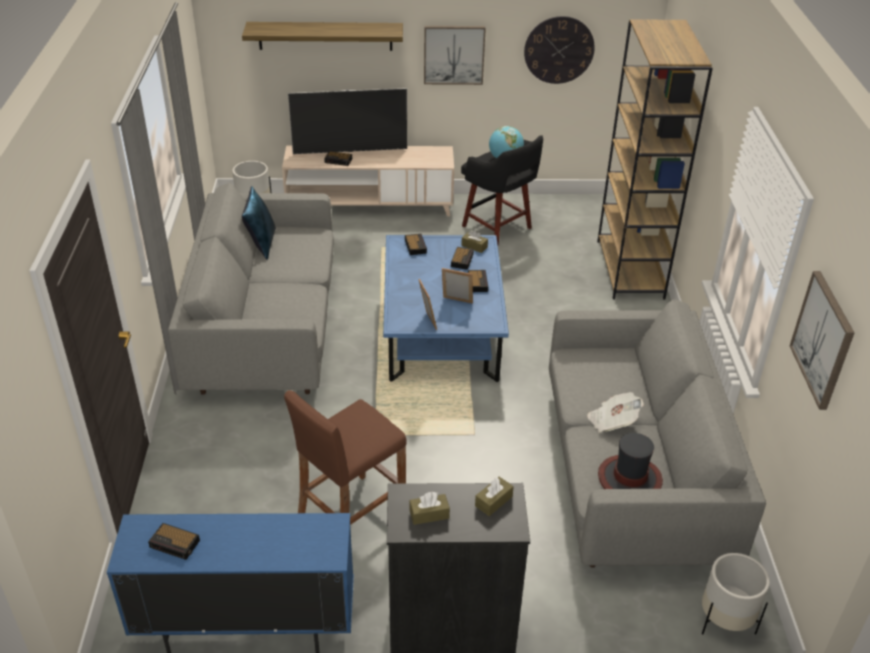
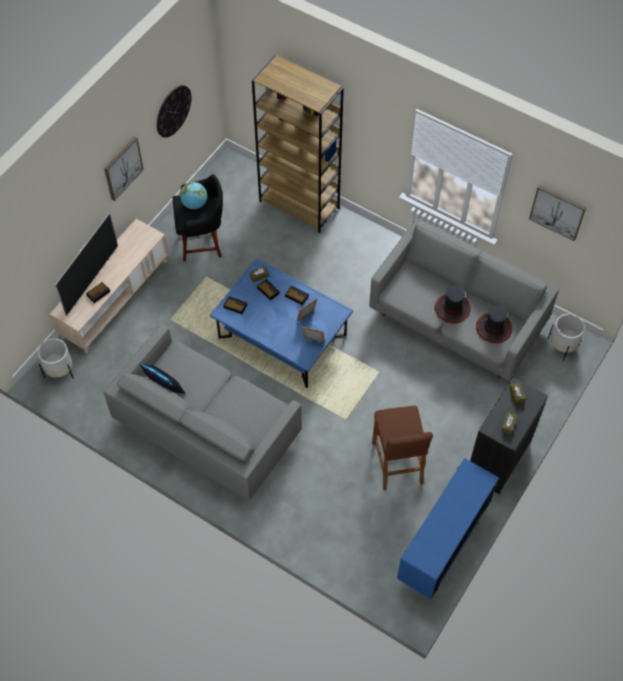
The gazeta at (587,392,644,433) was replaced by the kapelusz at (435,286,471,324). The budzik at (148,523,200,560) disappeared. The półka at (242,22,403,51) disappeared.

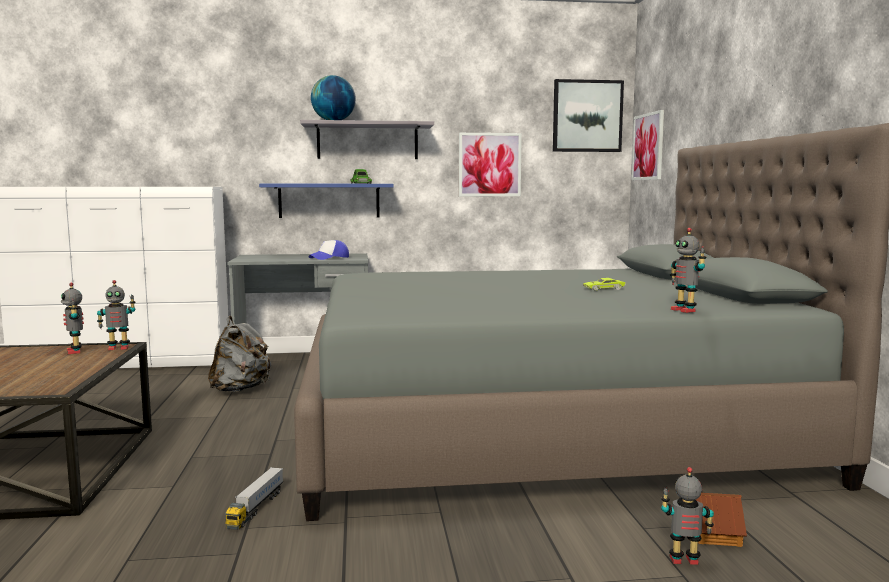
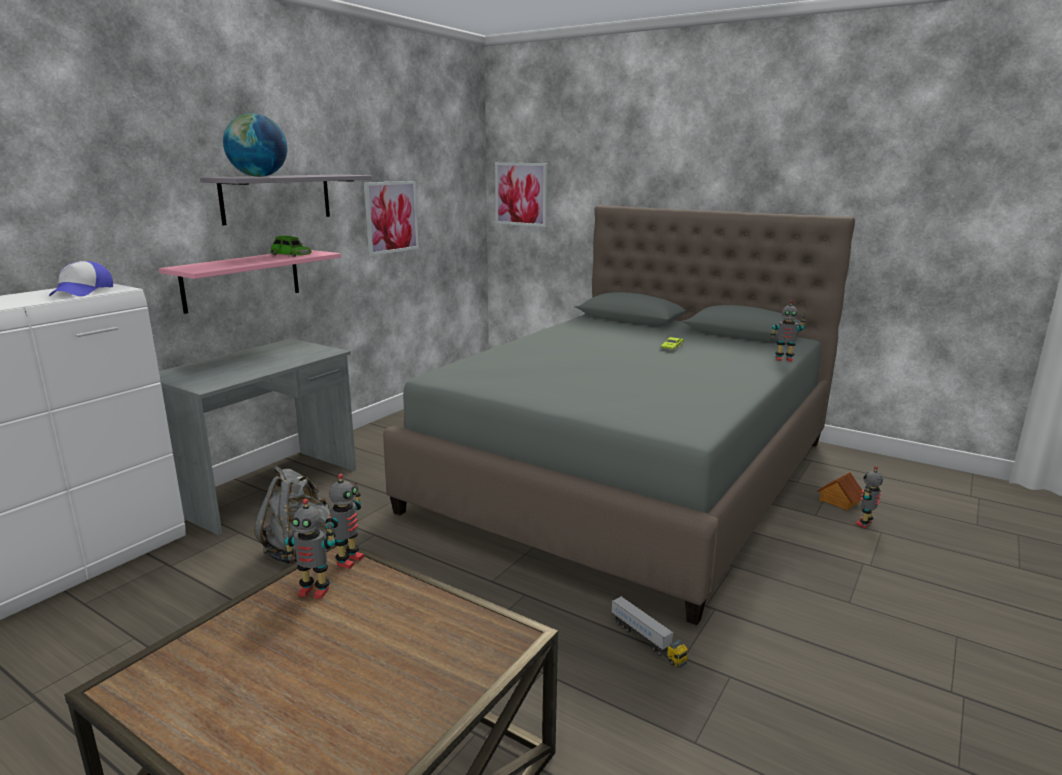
The czapka z daszkiem moved from (308,240,349,260) to (49,261,113,296). The półka/niebieski at (259,184,394,218) became the półka/różowy at (159,250,341,314). The obraz at (553,79,624,152) disappeared.

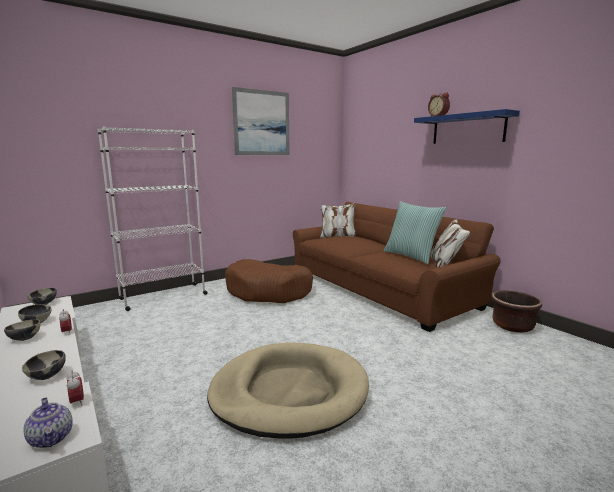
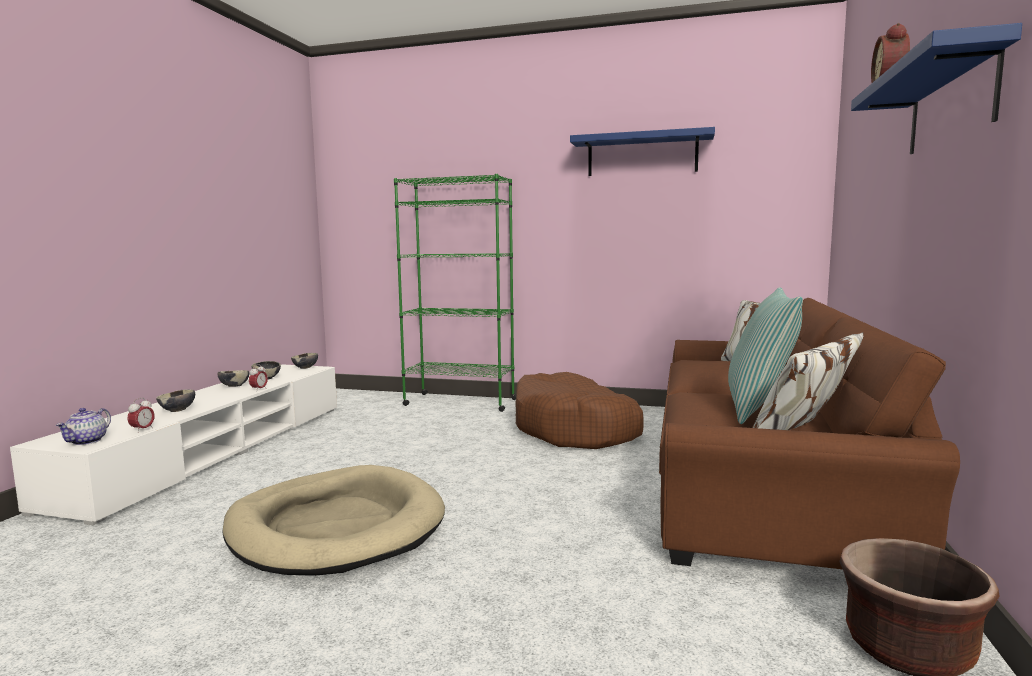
The regał/biały at (98,126,208,311) became the regał/zielony at (394,174,516,412). The obraz at (232,87,289,155) was replaced by the półka/niebieski at (570,127,715,176).

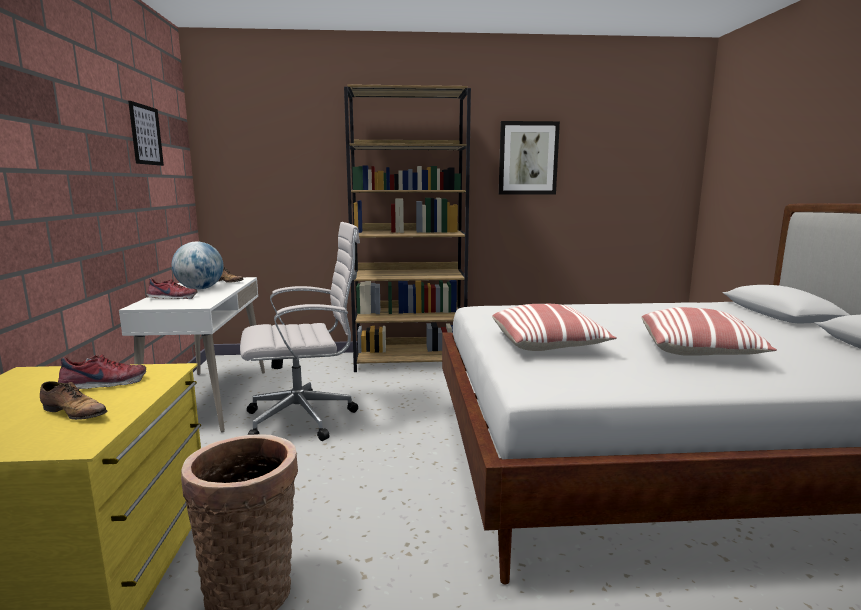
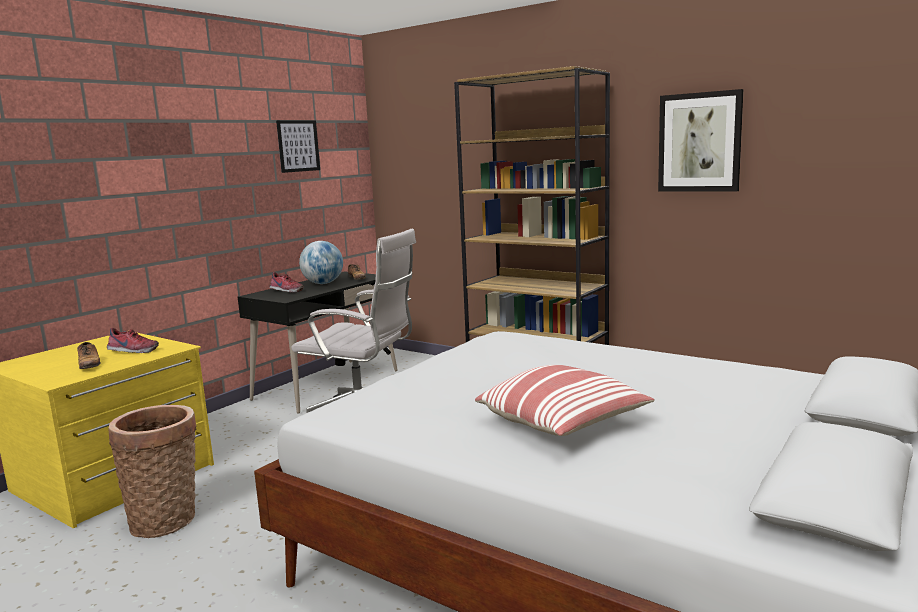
The biurko/biały at (119,277,265,432) became the biurko/czarny at (238,271,398,414). The poduszka at (492,304,617,351) disappeared.

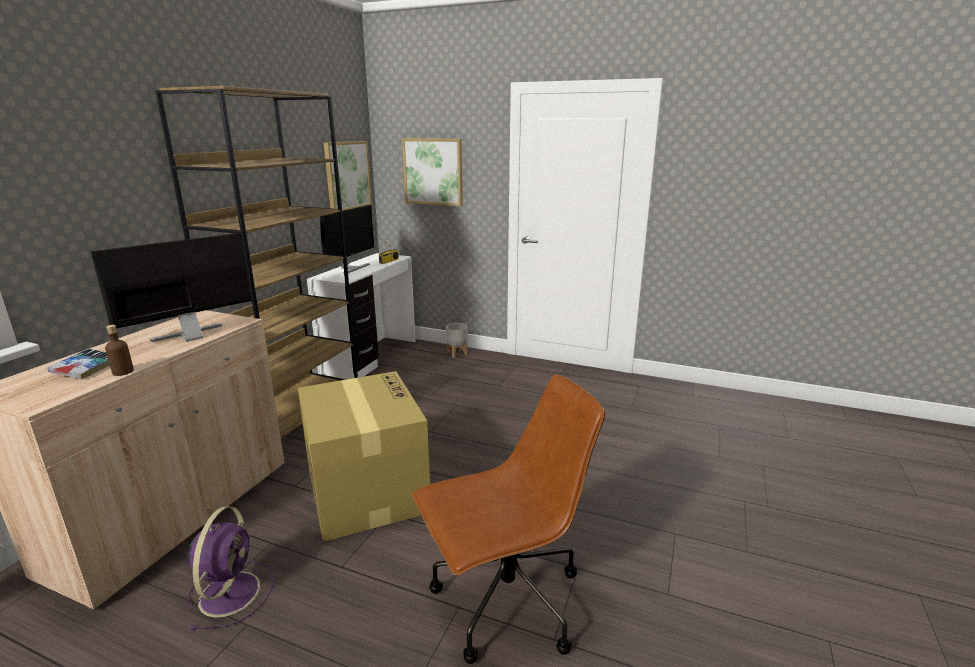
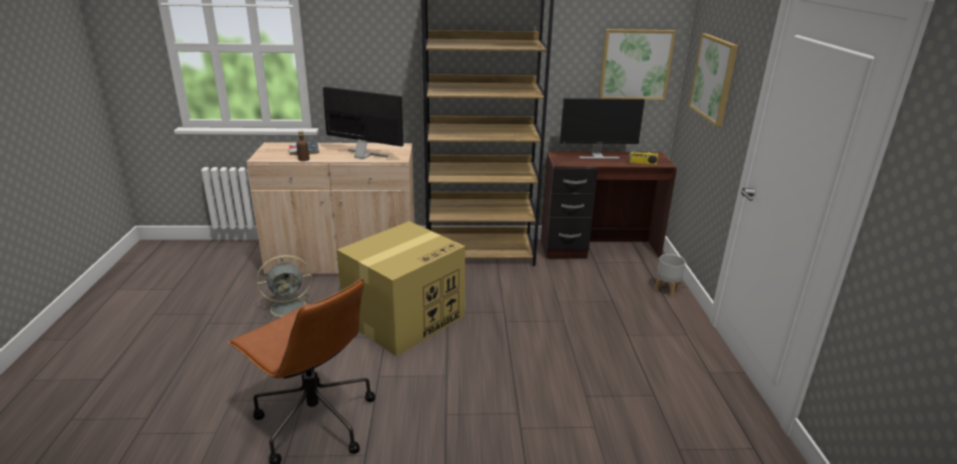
The wentylator/fioletowy at (187,506,274,630) became the wentylator/szary at (257,255,315,321). The biurko/biały at (307,253,416,380) became the biurko/brązowy at (541,151,677,259).

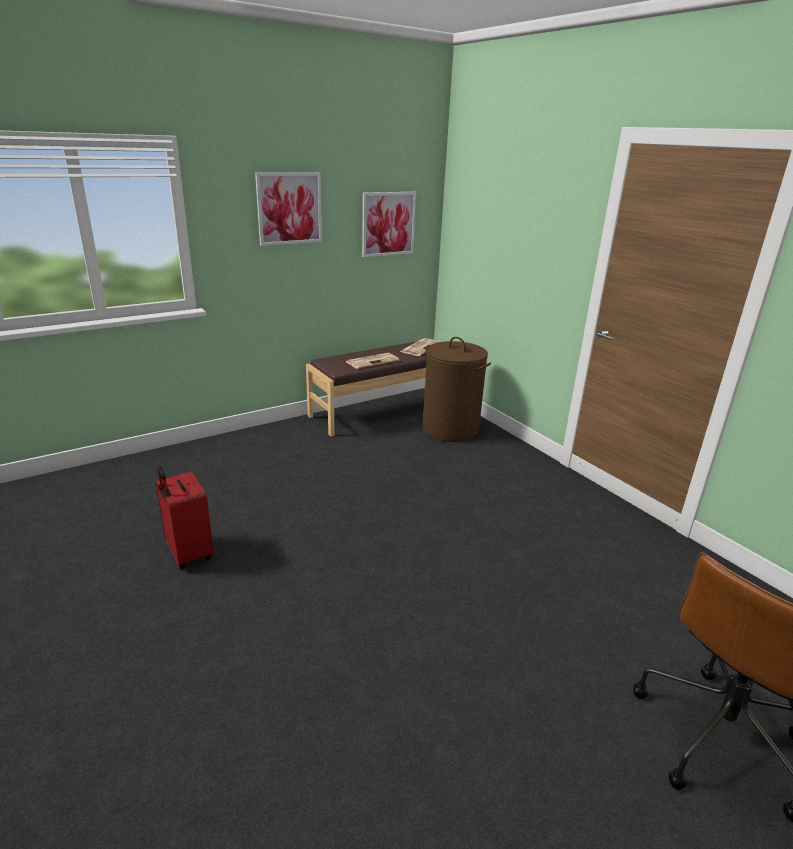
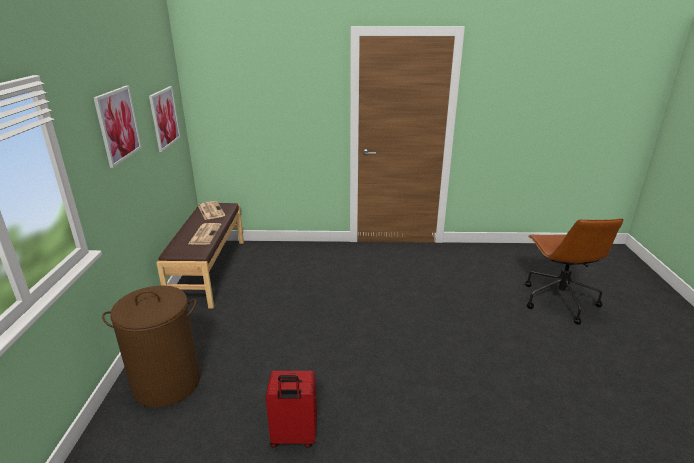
The kosz na pranie/brązowy moved from (423,337,491,442) to (102,285,200,408).

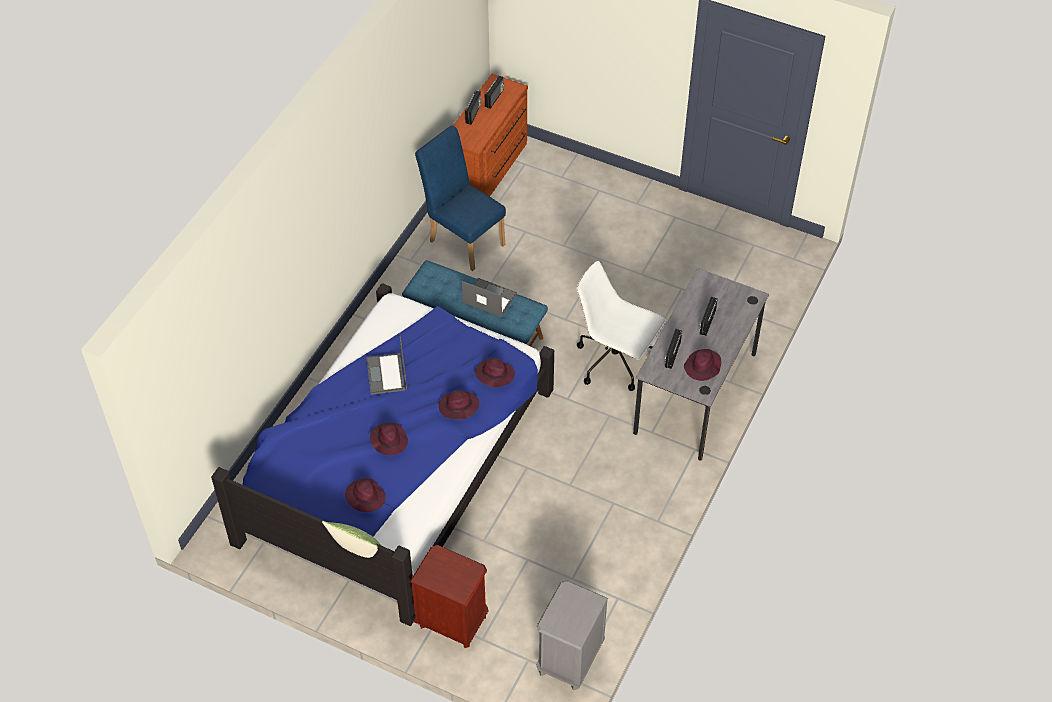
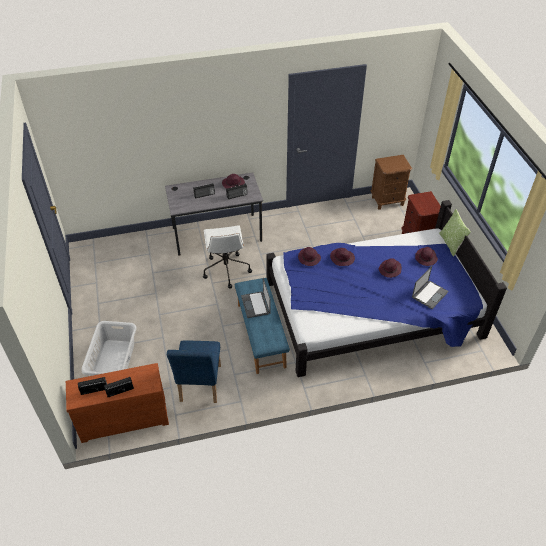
The kosz na pranie/szary at (82,321,137,376) appeared. The szafka nocna/szary at (536,580,608,691) became the szafka nocna/brązowy at (371,155,412,210). The laptop moved from (366,333,407,395) to (412,266,448,309).

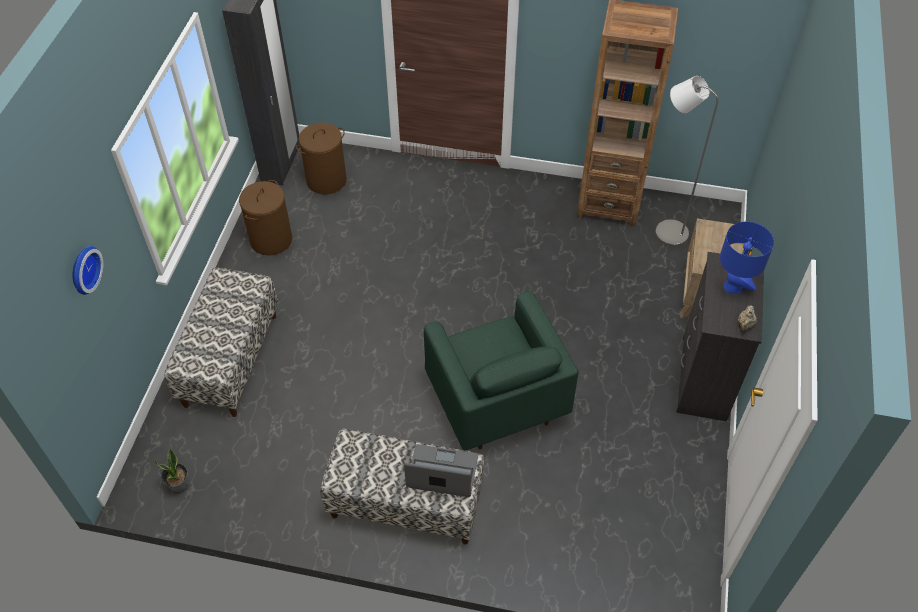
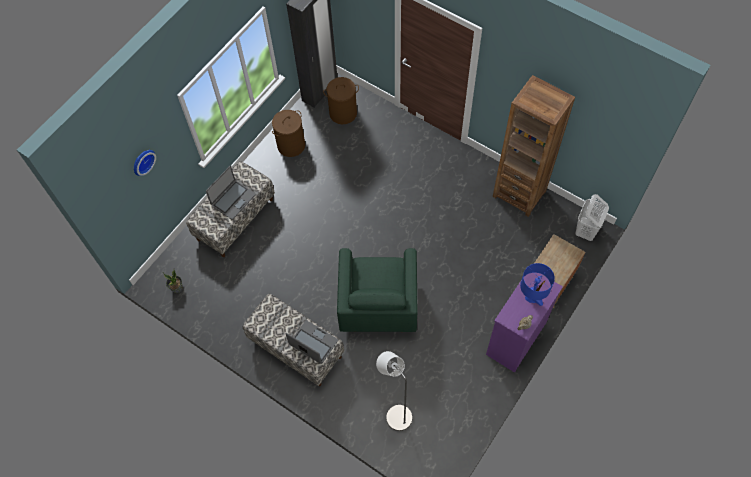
The laptop at (206,166,256,220) appeared. The lampa stojąca/szary moved from (655,76,719,246) to (376,351,412,431). The komoda/czarny at (676,252,764,421) became the komoda/fioletowy at (486,273,563,373). The kosz na pranie/biały at (575,194,609,242) appeared.

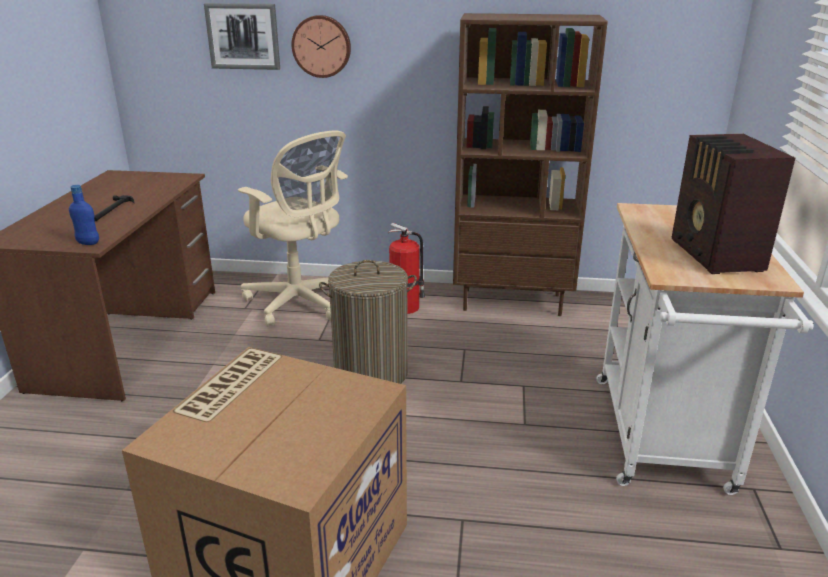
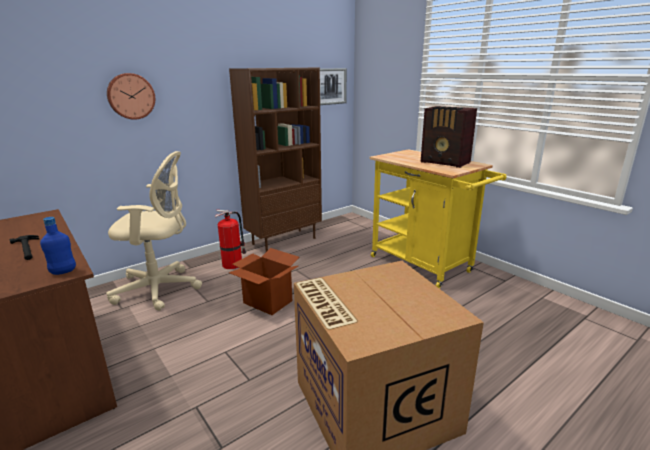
The kosz na pranie at (319,260,417,384) was replaced by the karton at (229,248,299,315). The obraz moved from (204,3,280,70) to (320,68,347,105). The wózek/biały at (596,203,814,495) became the wózek/żółty at (369,149,507,288).

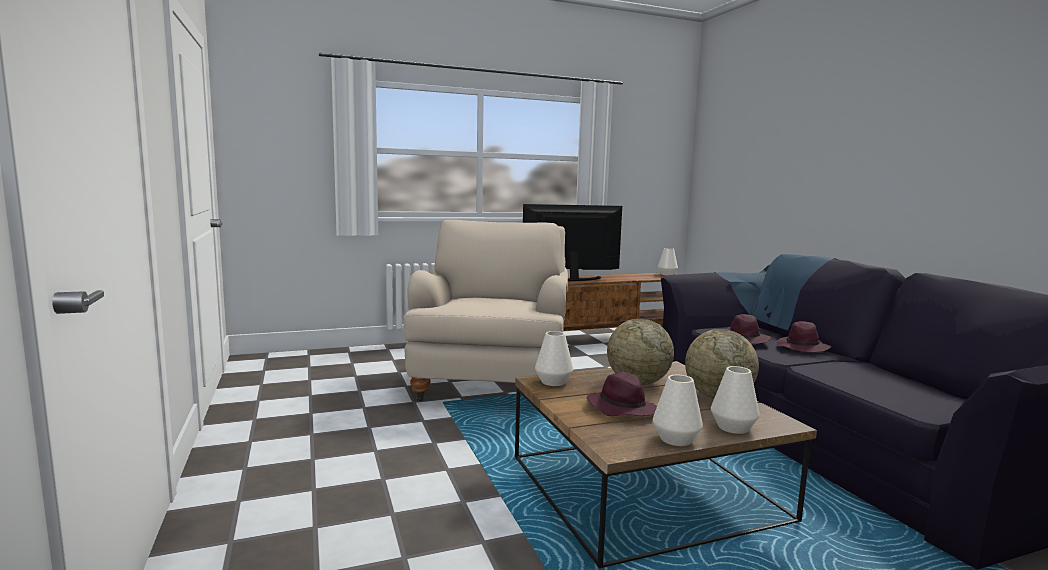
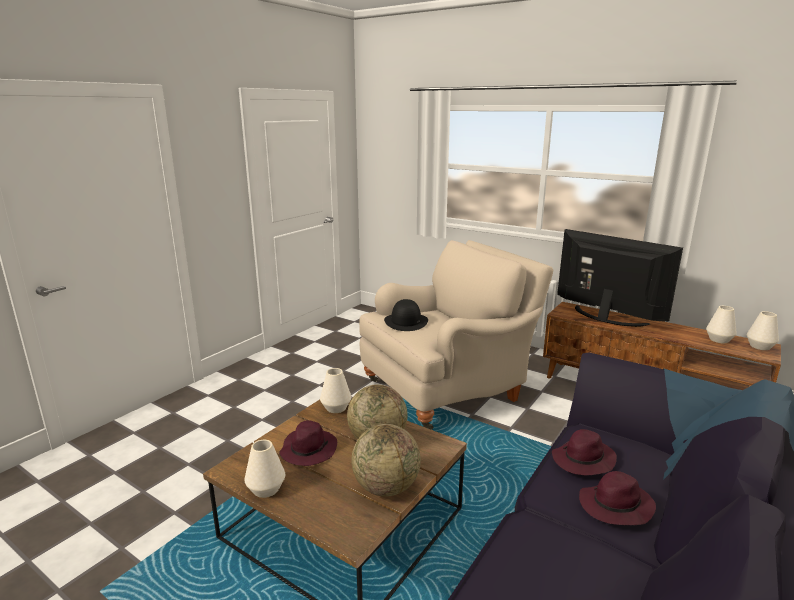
The kapelusz/czarny at (384,299,428,331) appeared. The wazon/biały moved from (711,366,760,434) to (706,306,737,343).

